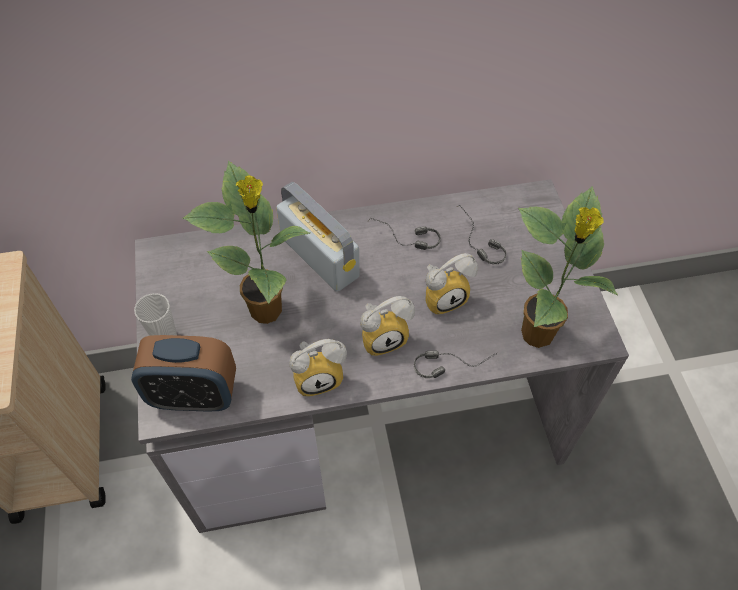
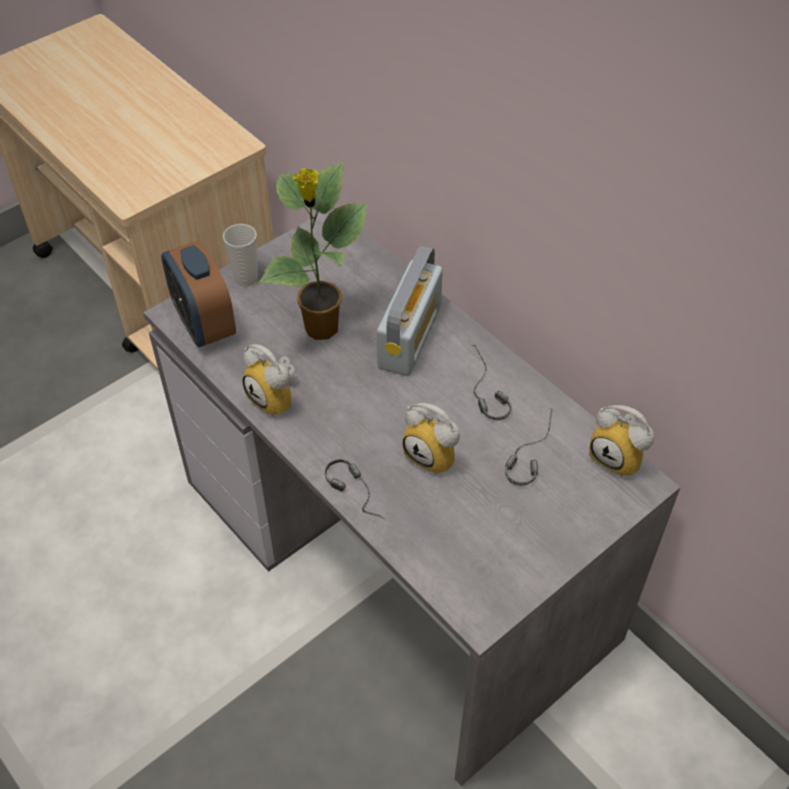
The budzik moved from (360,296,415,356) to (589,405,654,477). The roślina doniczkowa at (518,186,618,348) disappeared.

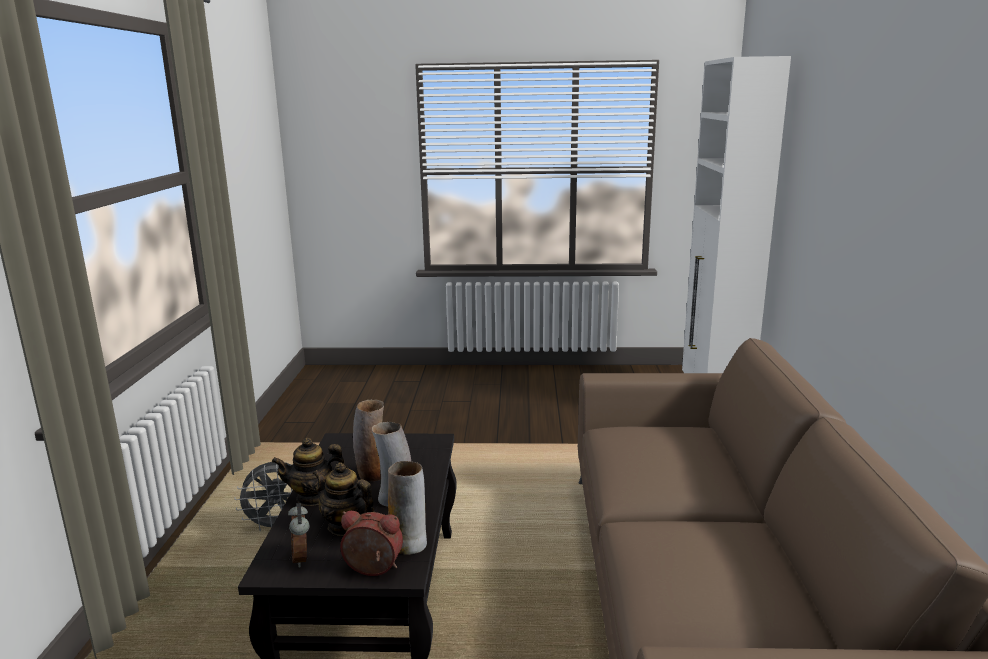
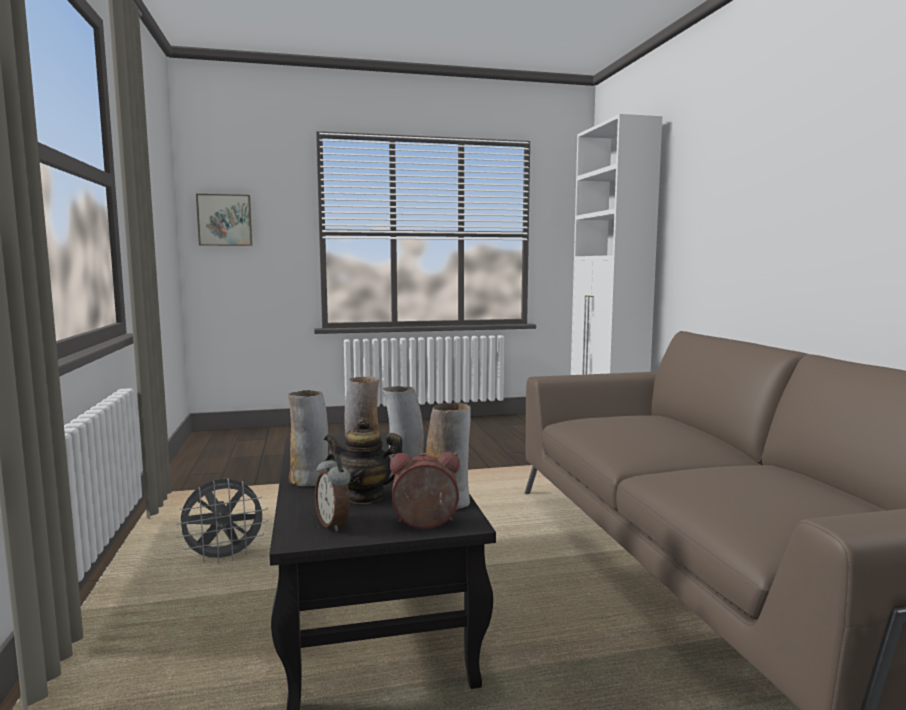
The obraz at (196,194,252,246) appeared. The imbryk at (272,438,348,506) was replaced by the wazon at (288,390,328,486).

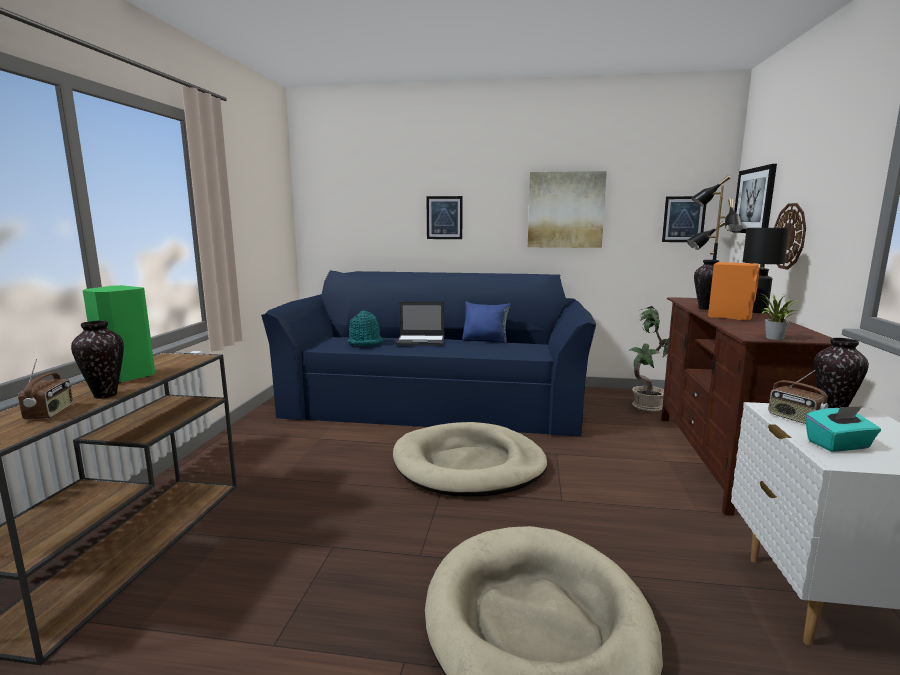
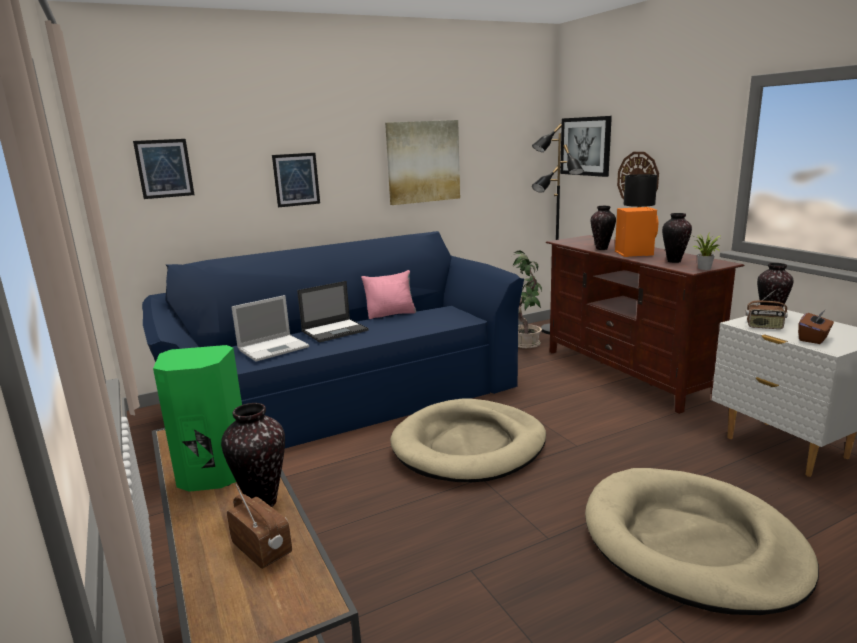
The obraz moved from (662,196,706,242) to (133,139,194,199). The kapelusz/turkusowy at (348,310,383,346) was replaced by the laptop at (232,295,309,362). The poduszka/niebieski at (462,302,511,343) became the poduszka/różowy at (361,270,416,319). The wazon at (662,213,692,263) appeared. The pudełko chusteczek/turkusowy at (805,406,881,452) became the pudełko chusteczek/brązowy at (798,309,834,344).

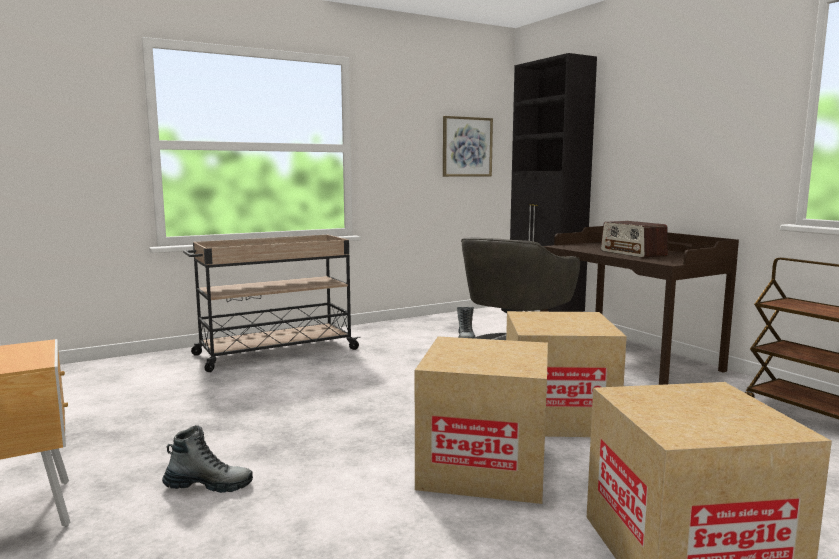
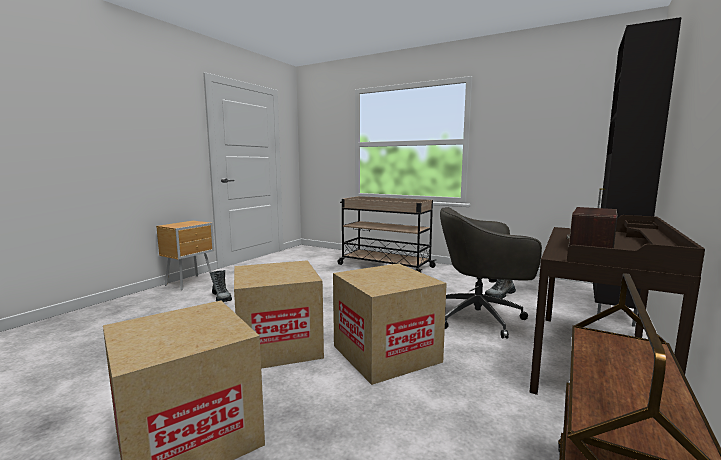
The obraz at (443,116,493,177) disappeared.

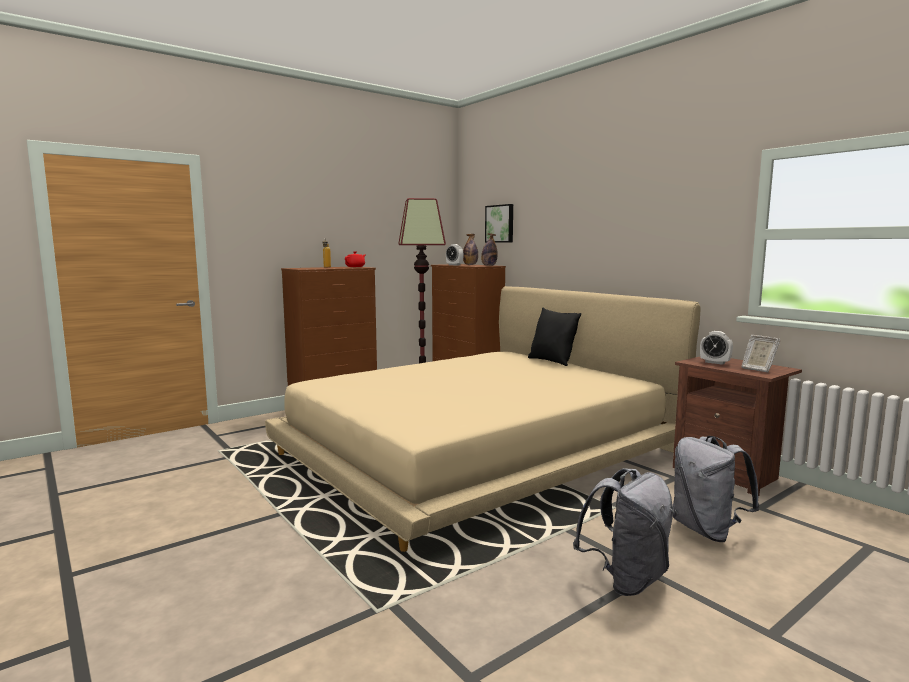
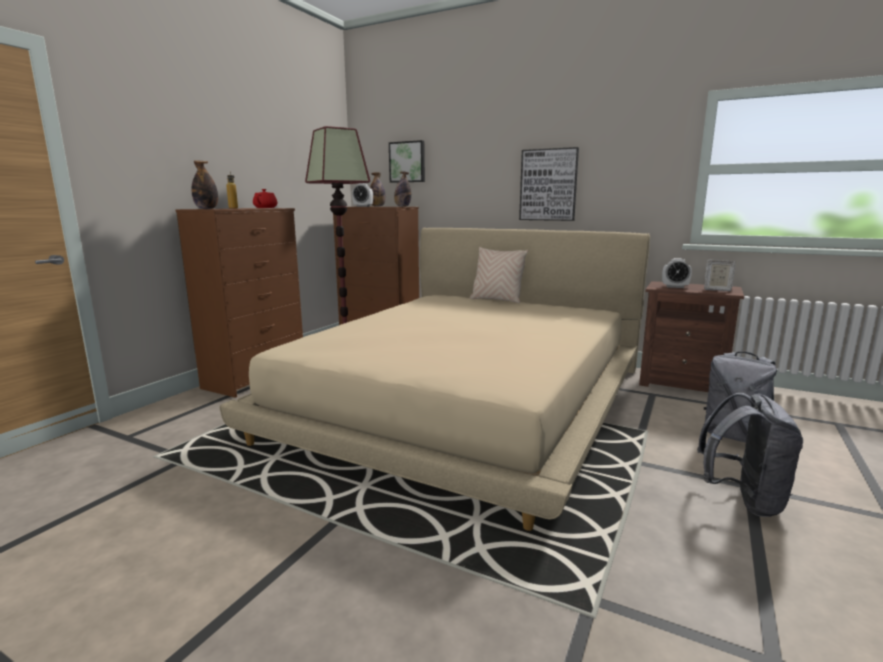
The butelka at (191,160,218,209) appeared. The poduszka/czarny at (528,307,581,366) became the poduszka/beżowy at (470,247,528,303). The obraz at (519,147,579,221) appeared.

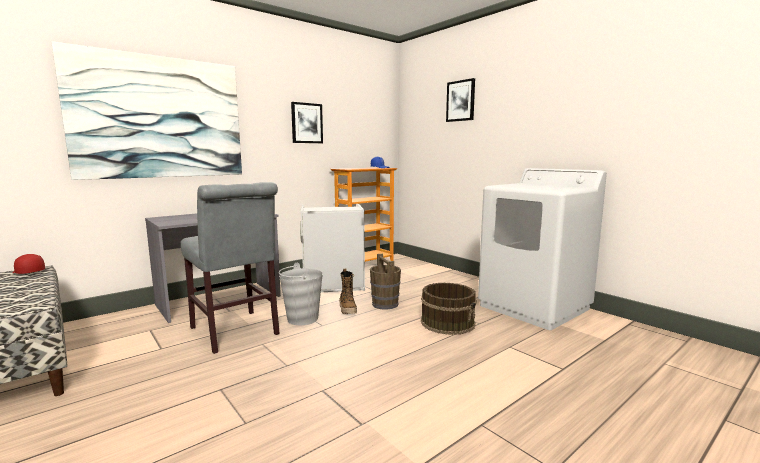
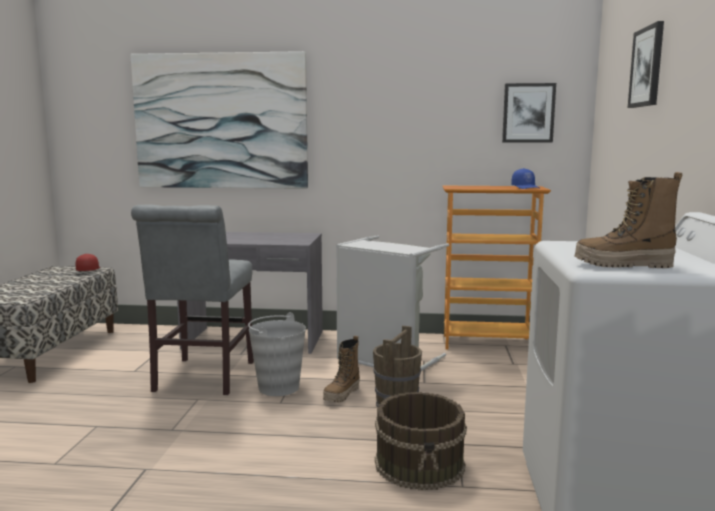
The obraz moved from (291,102,323,143) to (502,83,556,143). The but z cholewką at (574,172,683,268) appeared.

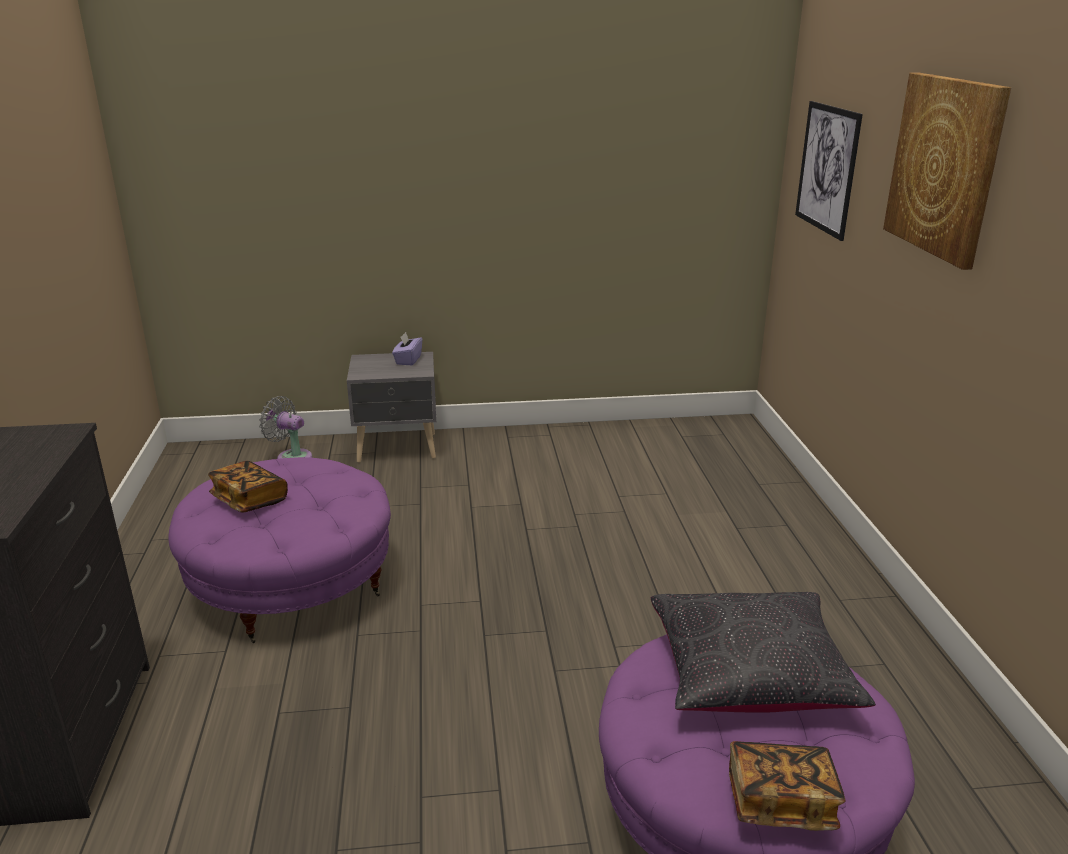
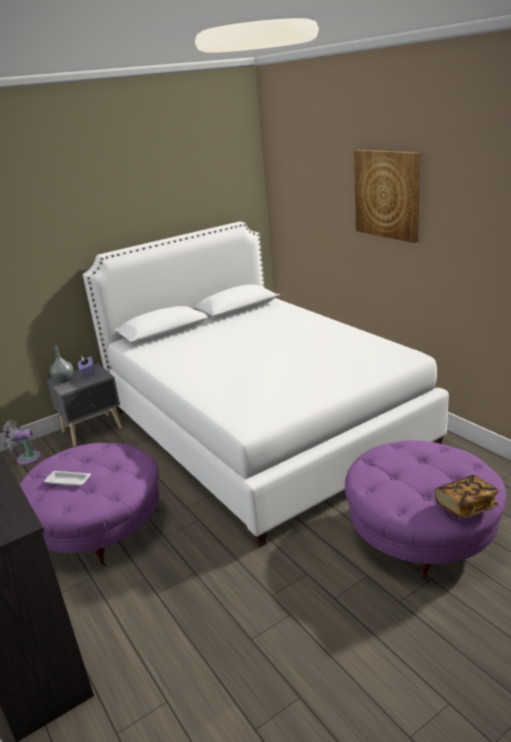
The książka at (208,461,288,513) was replaced by the taca/biały at (44,471,91,486). The wazon/szary at (50,346,73,383) appeared. The łóżko/biały at (83,222,449,547) appeared. The poduszka/czarny at (651,592,876,713) disappeared. The obraz at (795,101,863,241) disappeared.

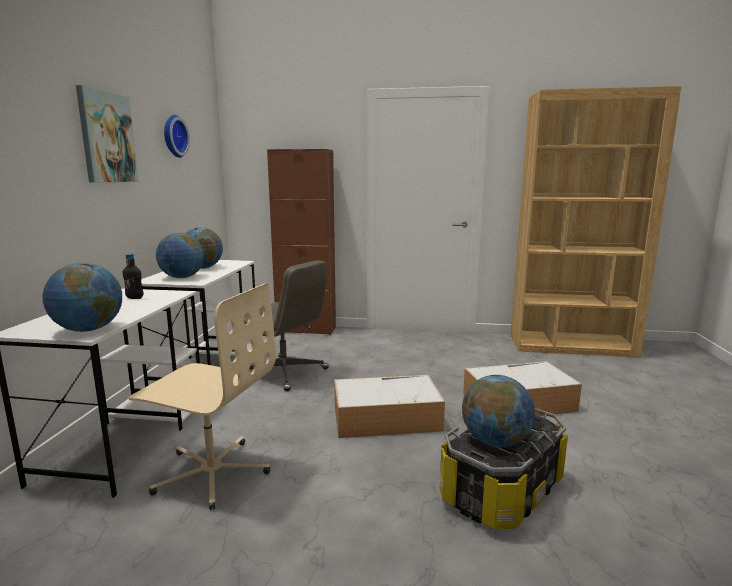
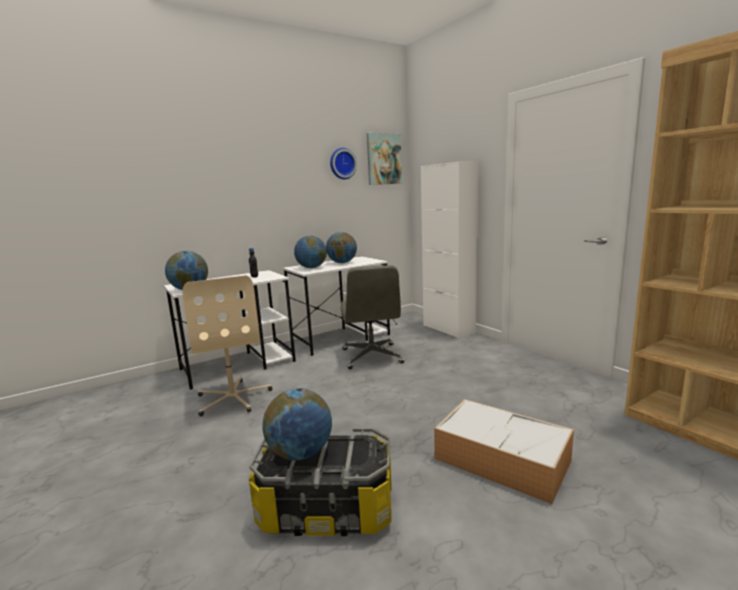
The obraz moved from (76,85,139,183) to (367,133,402,185). The szafka/brązowy at (267,149,336,335) became the szafka/biały at (421,161,478,339). The pojemnik do przechowywania at (334,375,445,438) disappeared.

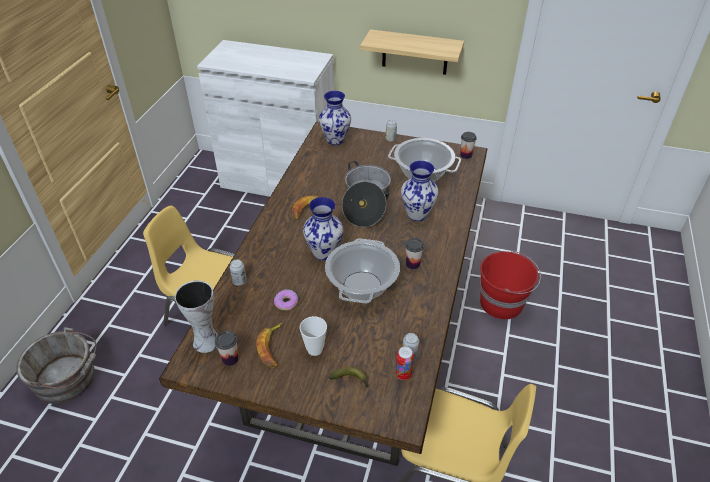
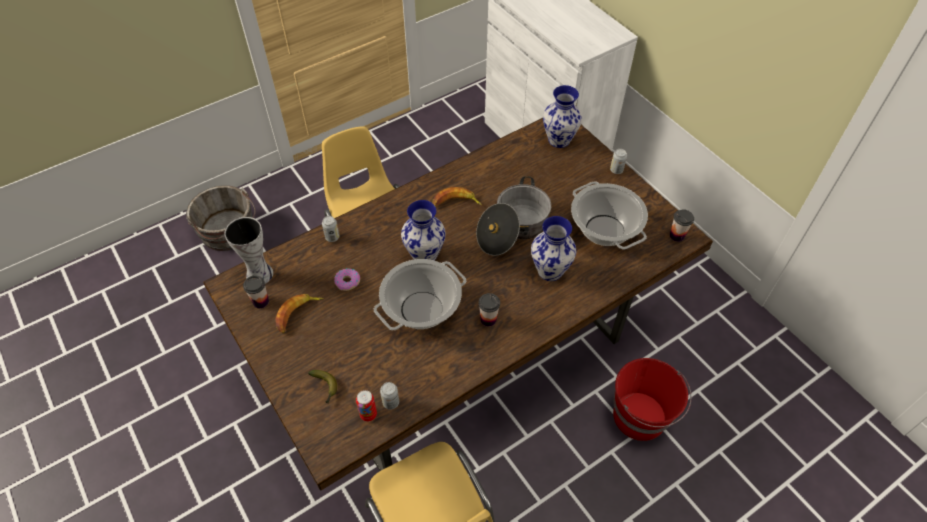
The filiżanka at (299,316,327,356) disappeared. The półka at (360,29,464,75) disappeared.

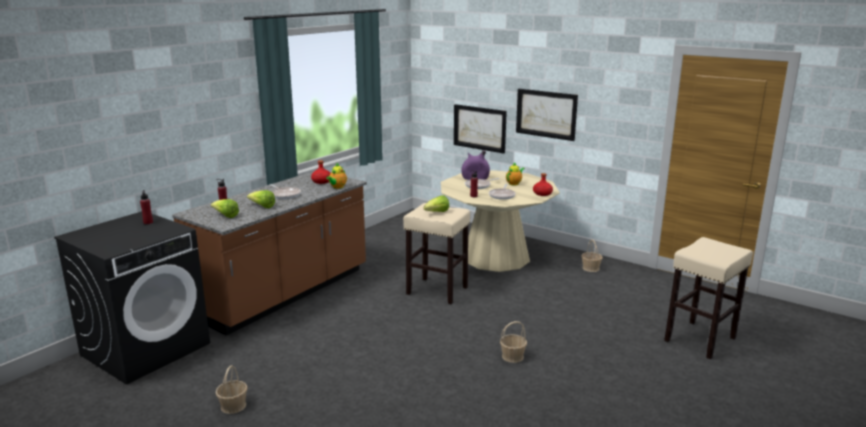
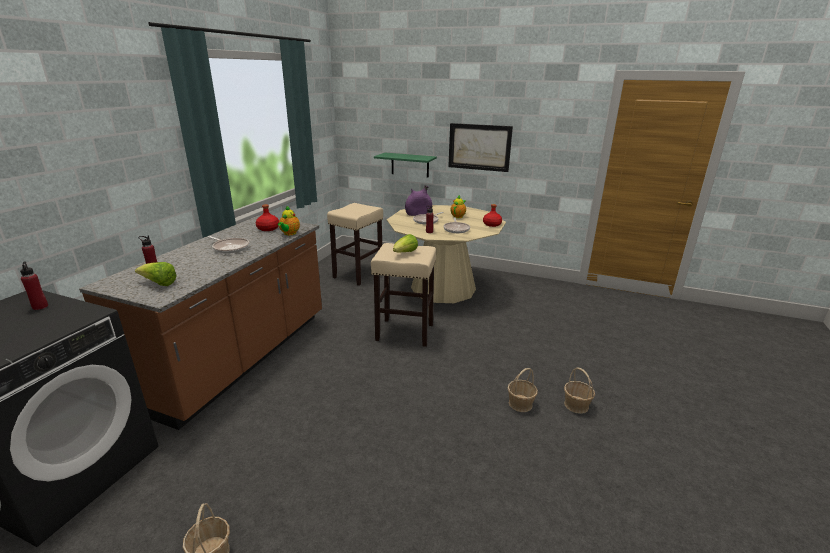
The stołek/beżowy moved from (664,237,753,359) to (327,203,383,286). The obraz at (454,104,507,153) was replaced by the półka/zielony at (374,153,437,178). The koszyk moved from (581,239,603,272) to (564,367,595,414). The sałata at (247,190,275,208) disappeared.

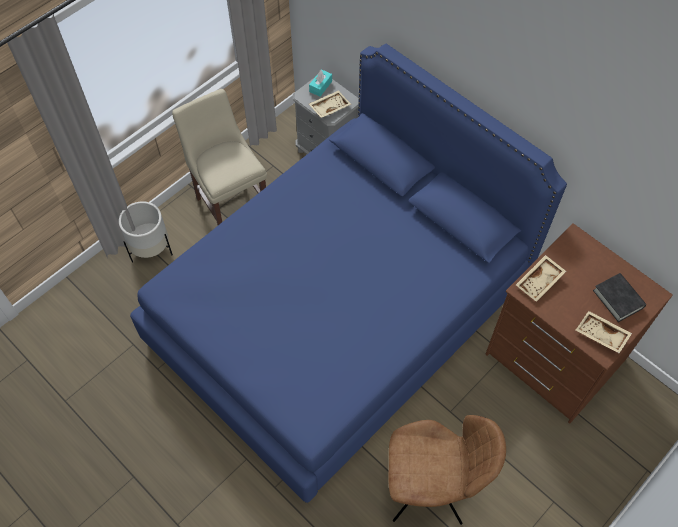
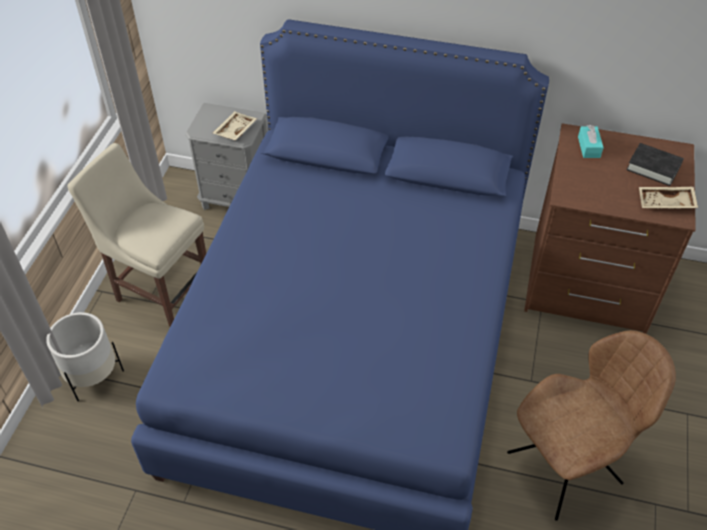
The pudełko chusteczek/turkusowy moved from (309,69,332,96) to (578,125,604,158). The taca/beżowy at (516,255,566,302) disappeared.

